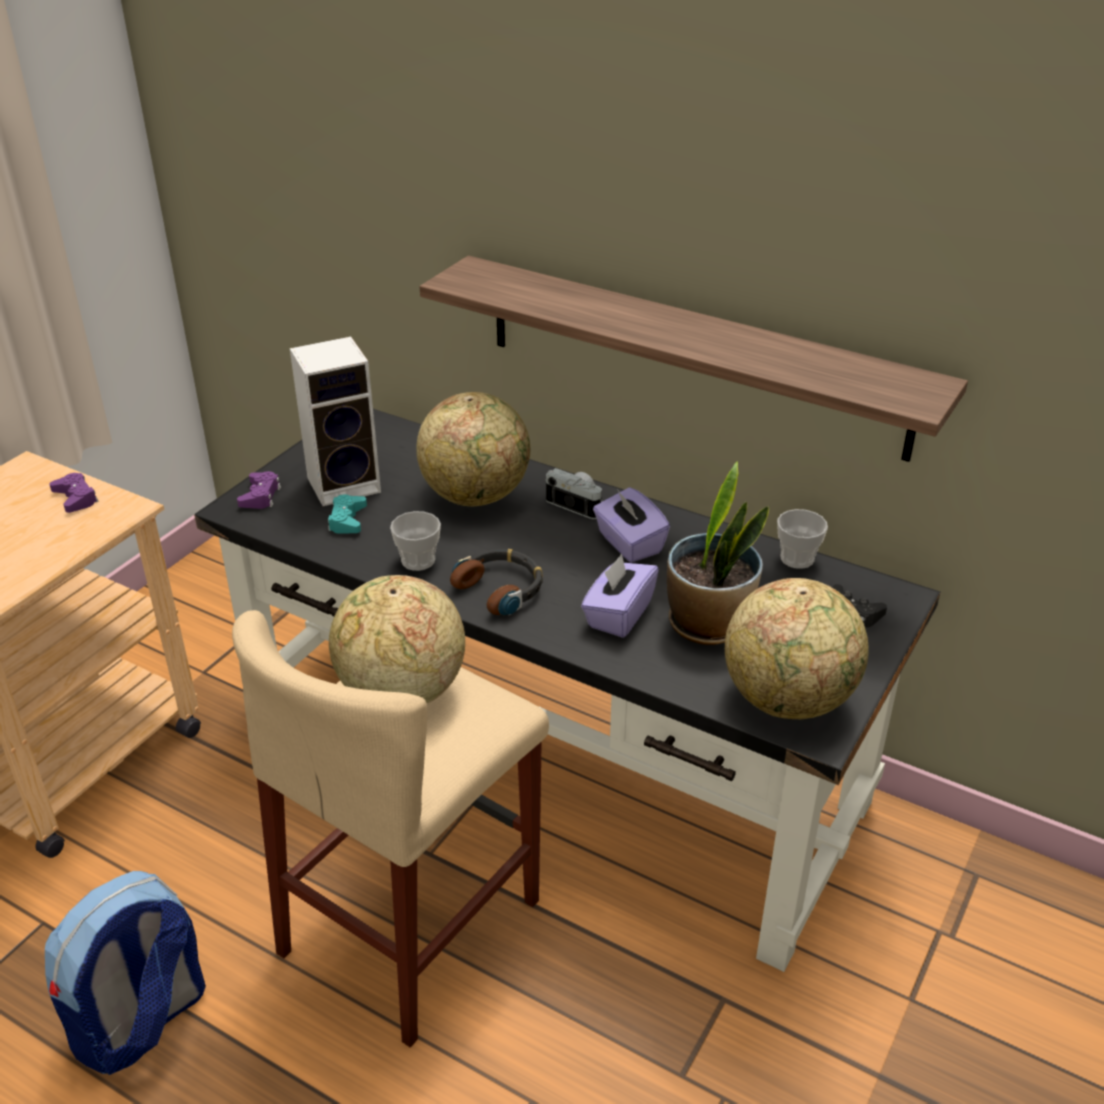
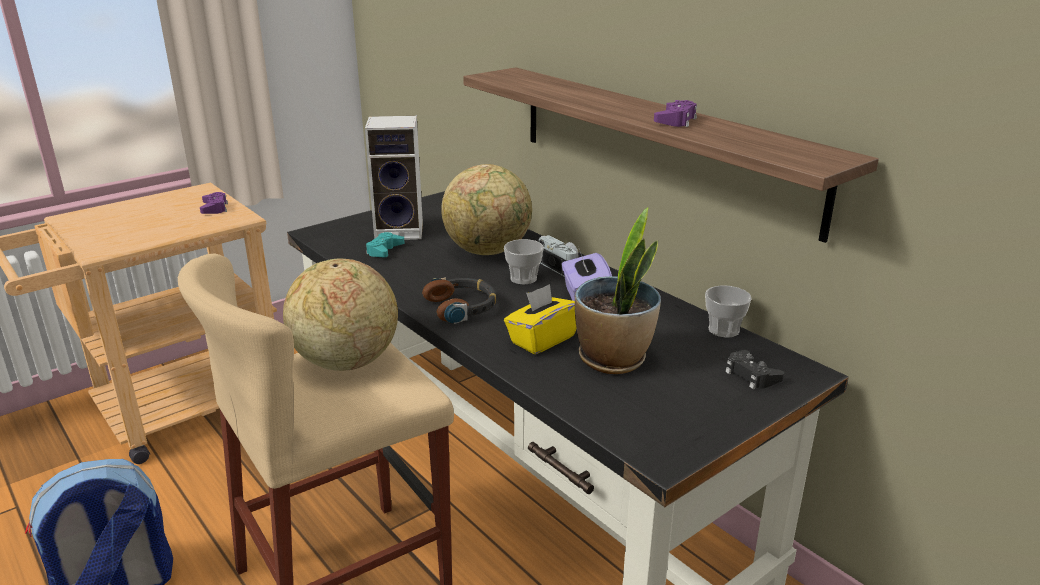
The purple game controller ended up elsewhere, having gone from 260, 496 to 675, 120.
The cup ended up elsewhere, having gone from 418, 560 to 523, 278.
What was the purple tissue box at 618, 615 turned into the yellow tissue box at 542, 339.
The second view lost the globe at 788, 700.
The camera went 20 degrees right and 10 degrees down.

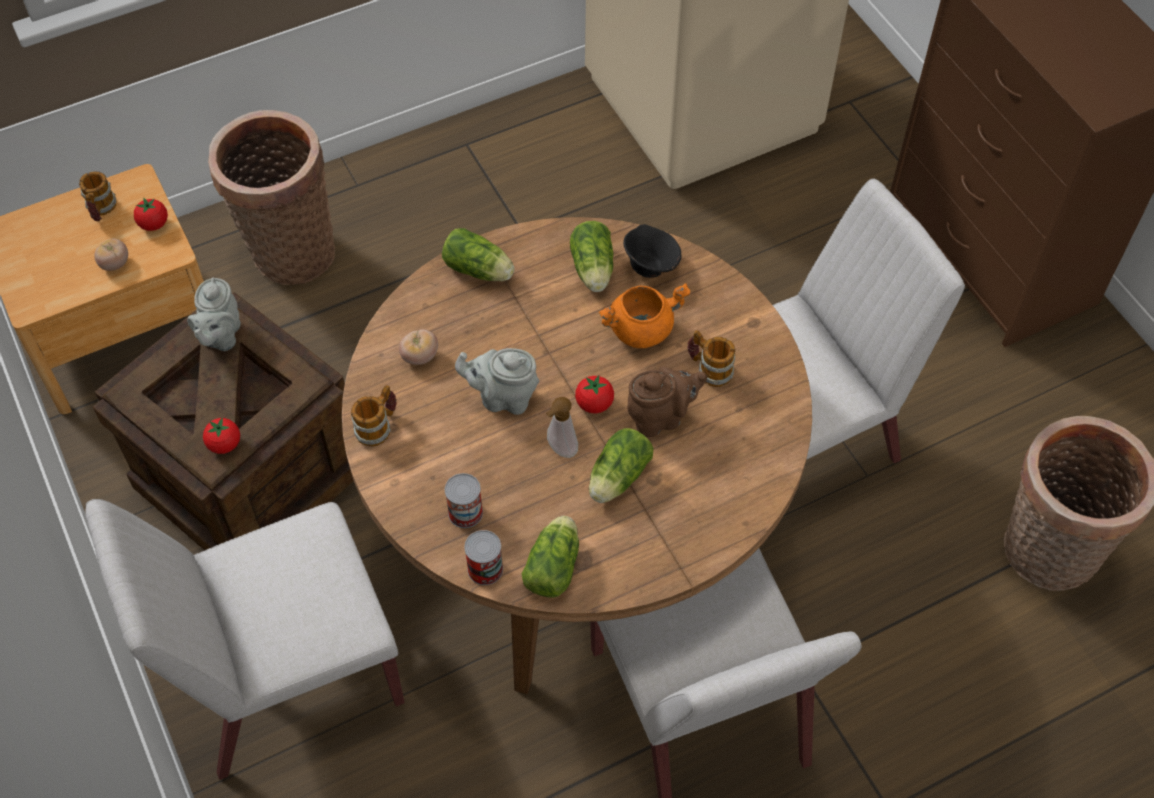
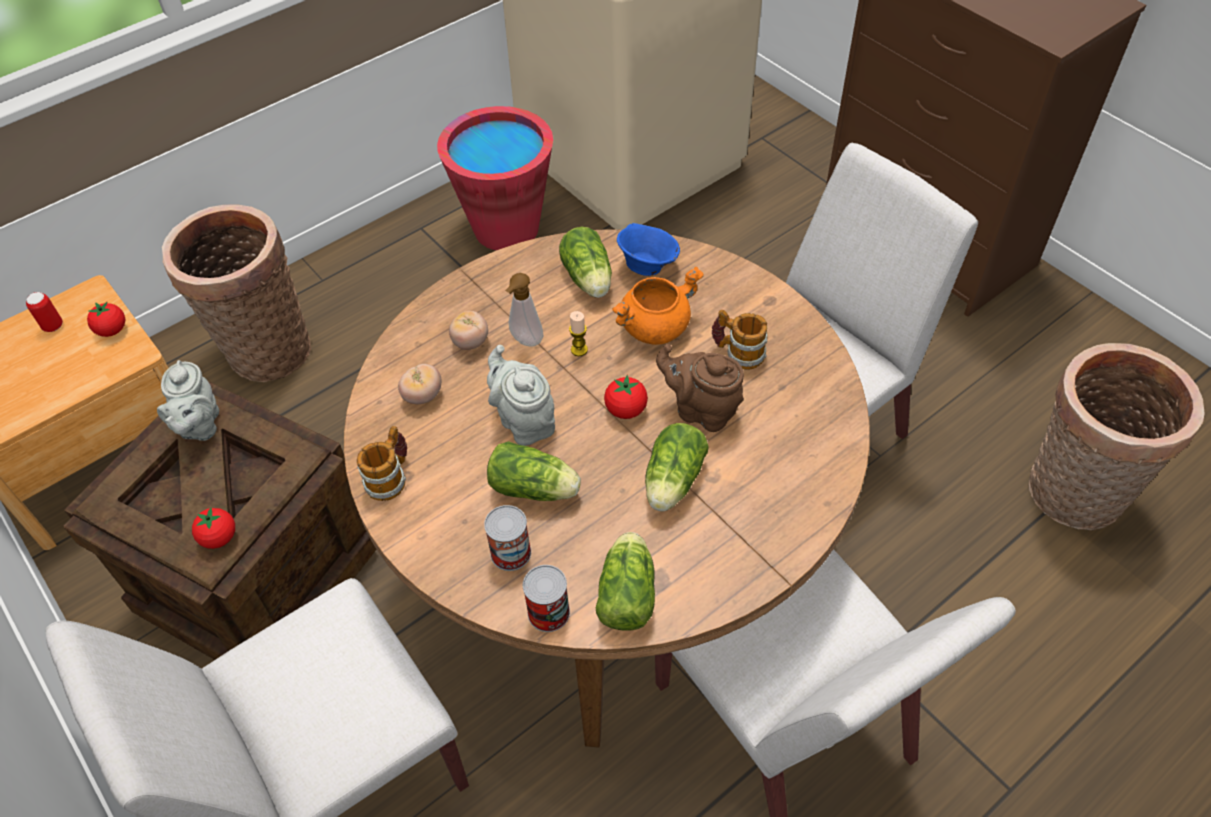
Where the mug stood at 101, 210, the can came to stand at 53, 326.
What was the black bowl at 650, 265 turned into the blue bowl at 647, 265.
The lettuce ended up elsewhere, having gone from 480, 270 to 536, 489.
The tomato ended up elsewhere, having gone from 115, 264 to 470, 342.
The grey teapot at 503, 397 ended up facing another way, 60 degrees clockwise from before.
The brown teapot at 661, 417 ended up facing another way, 120 degrees counterclockwise from before.
The soap dispenser ended up elsewhere, having gone from 560, 450 to 525, 341.
The second view gained the red bucket at 506, 228.
The second view gained the candle at 579, 350.
The camera went 10 degrees left and 5 degrees down.

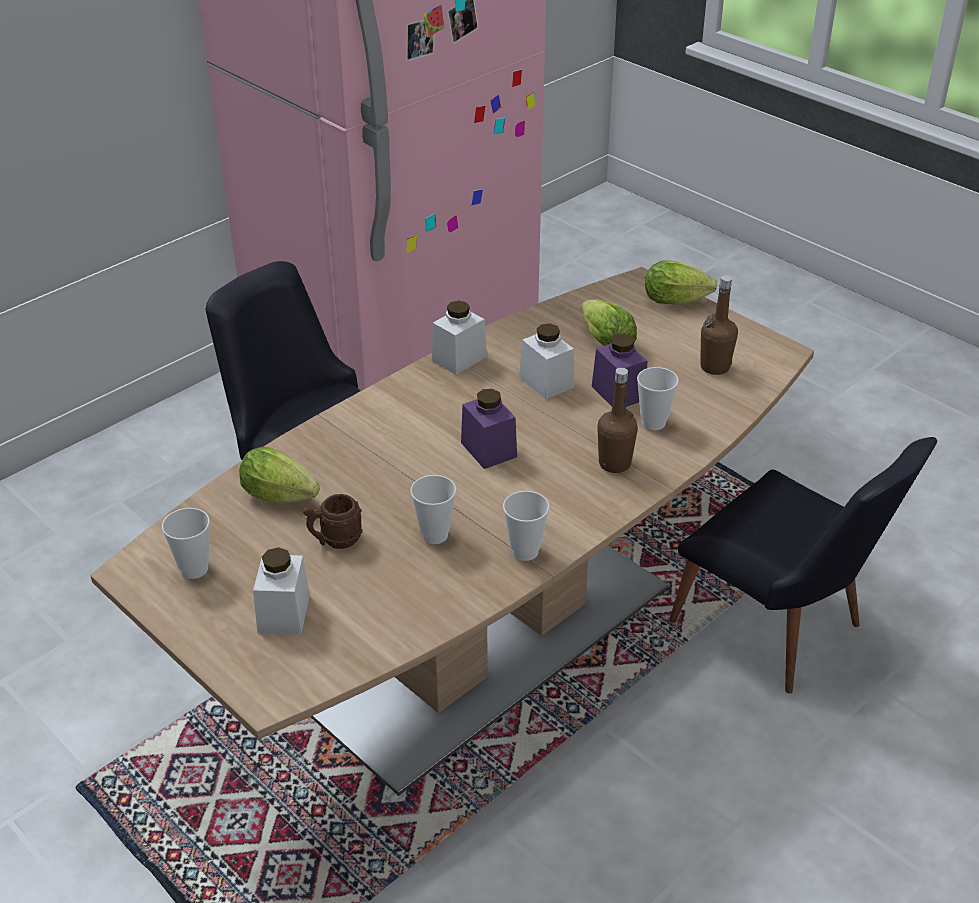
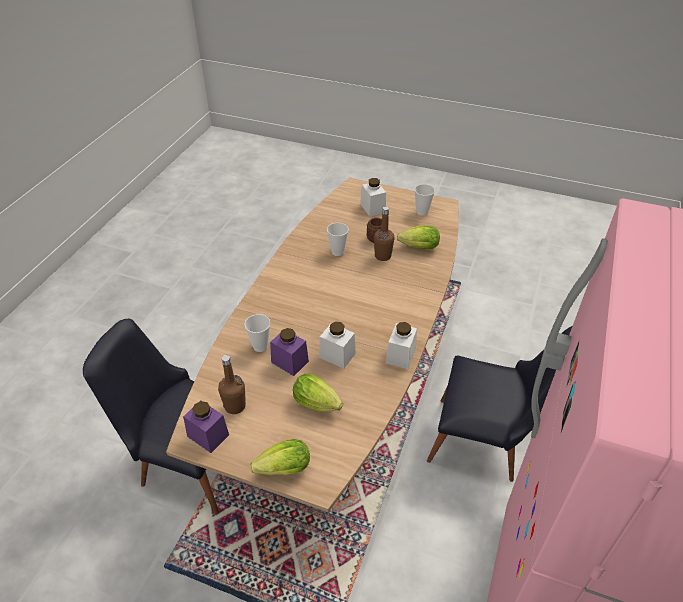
The brown bottle ended up elsewhere, having gone from 614, 463 to 383, 256.
The purple jar ended up elsewhere, having gone from 488, 450 to 208, 435.
The second view lost the cup at 525, 551.
The camera went 155 degrees right and 5 degrees up.

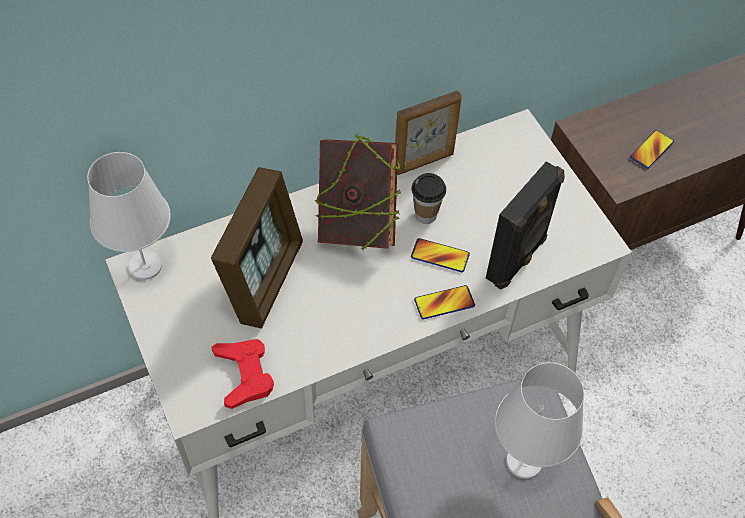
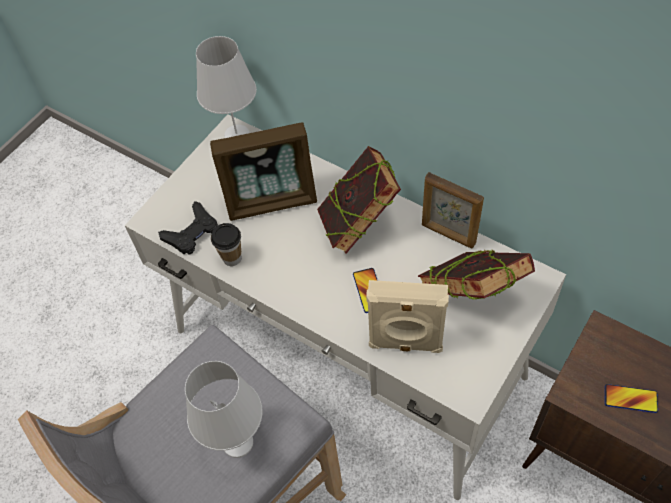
What was the black speaker at 517, 259 turned into the beige speaker at 405, 343.
The cup ended up elsewhere, having gone from 425, 215 to 232, 258.
The second view lost the phone at 444, 303.
What was the red game controller at 244, 374 turned into the black game controller at 192, 233.
The second view gained the book at 471, 297.
The camera went 65 degrees right and 0 degrees up.

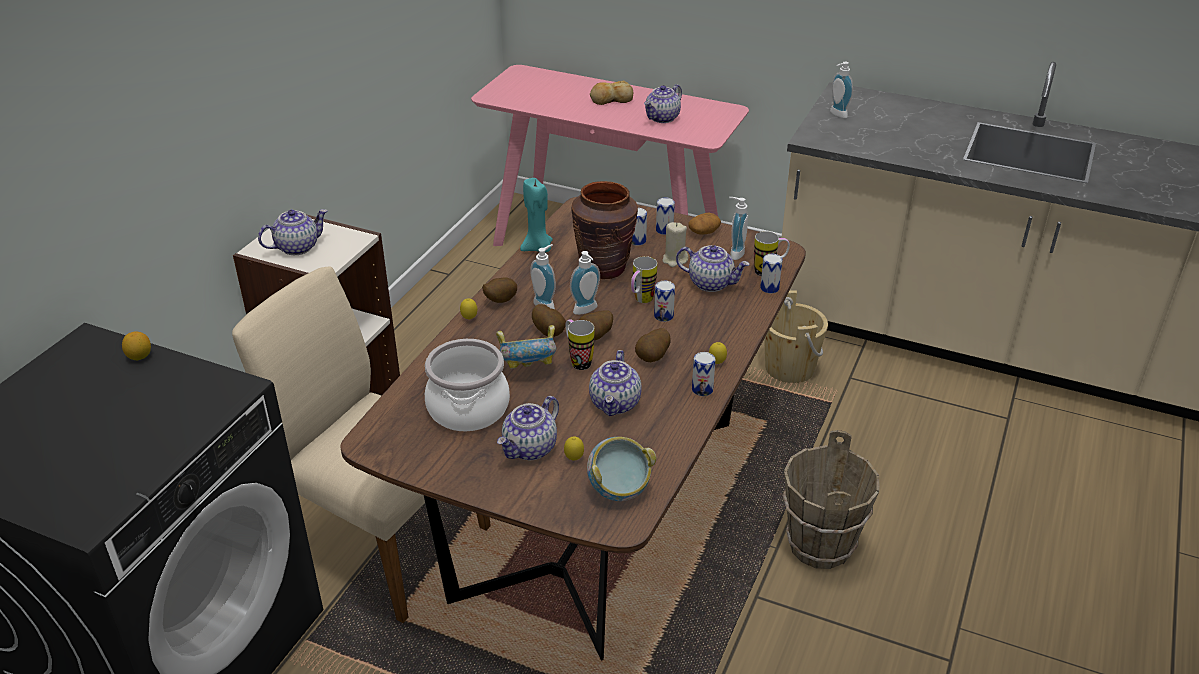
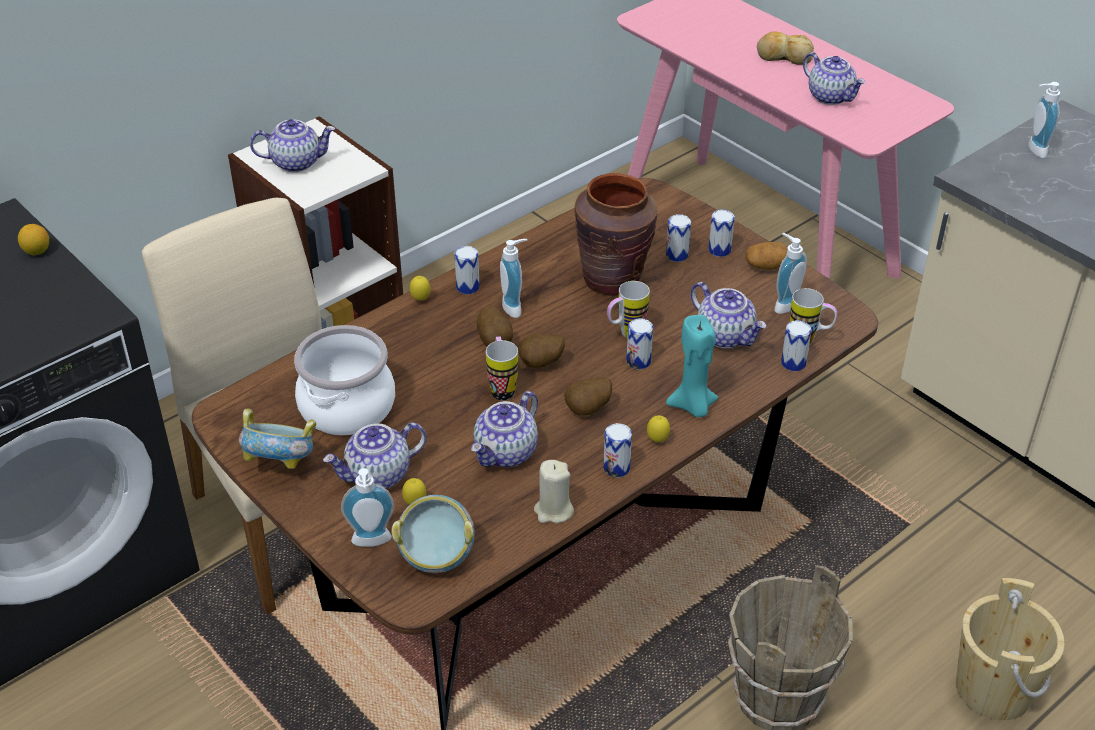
The teapot at 662, 118 ended up facing another way, 105 degrees counterclockwise from before.
The turquoise candle ended up elsewhere, having gone from 538, 248 to 693, 406.
The beige candle ended up elsewhere, having gone from 674, 260 to 553, 510.
The soap dispenser ended up elsewhere, having gone from 587, 311 to 372, 543.
Where the potato stood at 499, 301, the can came to stand at 468, 287.
The beige bucket ended up elsewhere, having gone from 789, 368 to 994, 688.
The bowl ended up elsewhere, having gone from 528, 369 to 281, 464.
The camera went 25 degrees right and 5 degrees up.

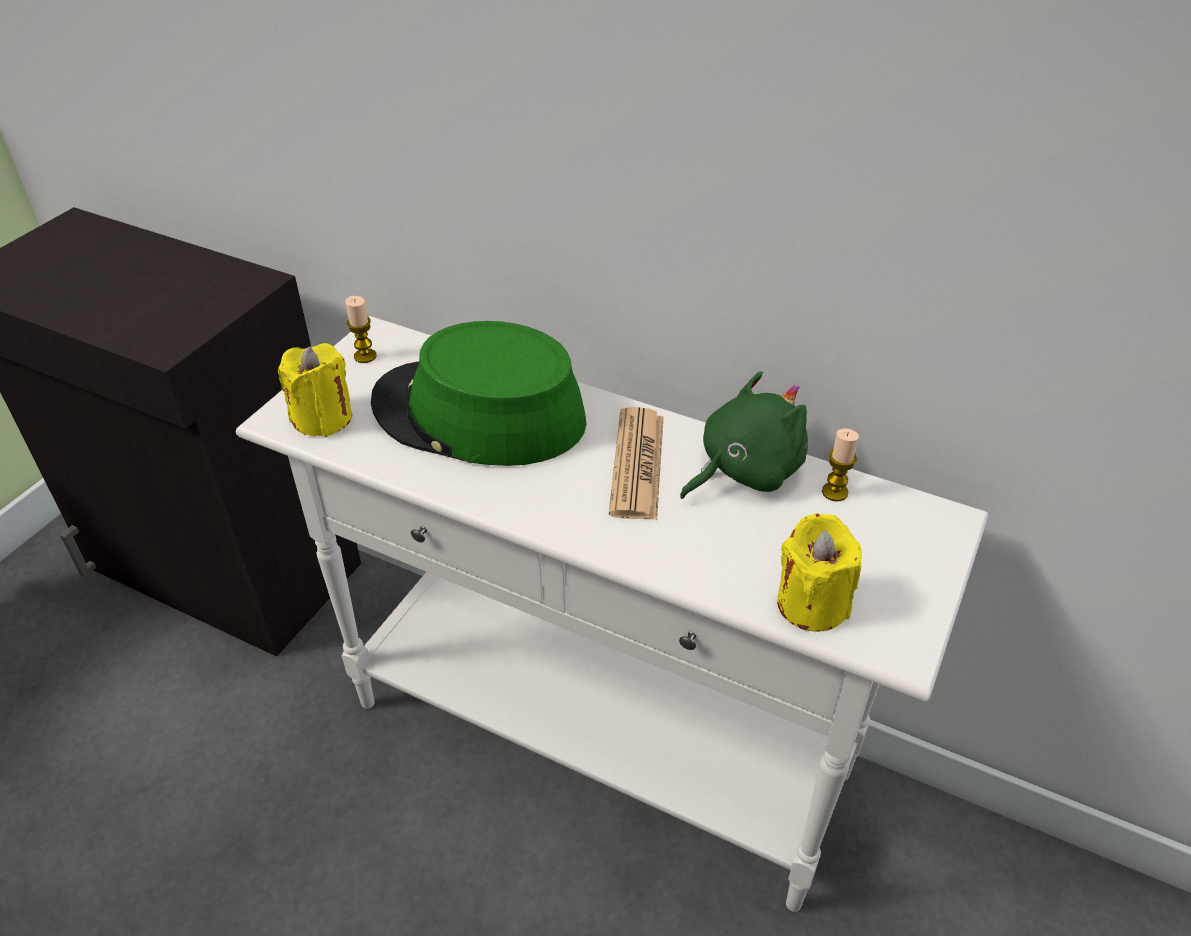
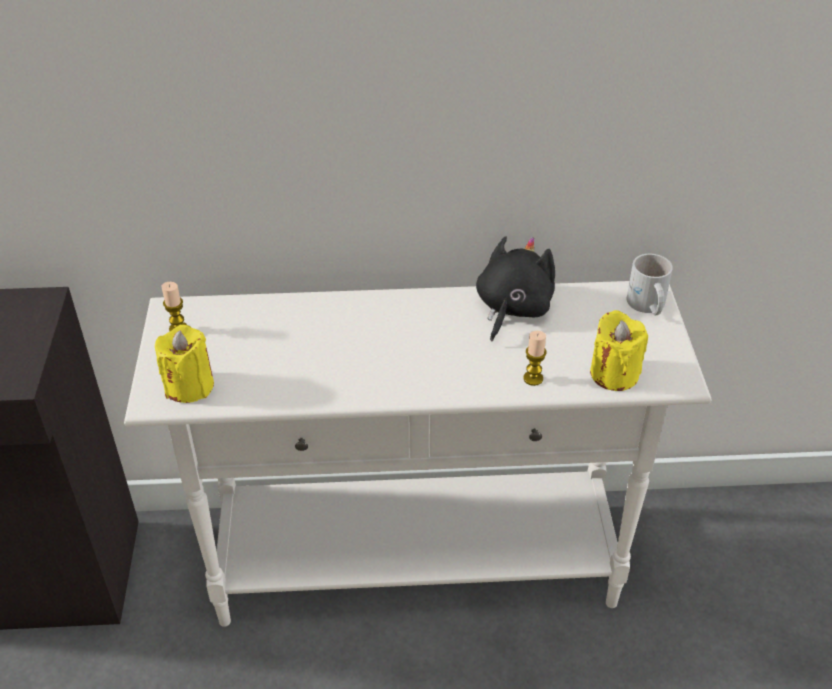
The second view lost the green hat at 478, 414.
What was the green plush toy at 744, 470 turned into the black plush toy at 512, 308.
The second view lost the newspaper at 637, 464.
The candle ended up elsewhere, having gone from 834, 492 to 533, 378.
The second view gained the white mug at 646, 305.
The camera went 30 degrees left and 0 degrees up.

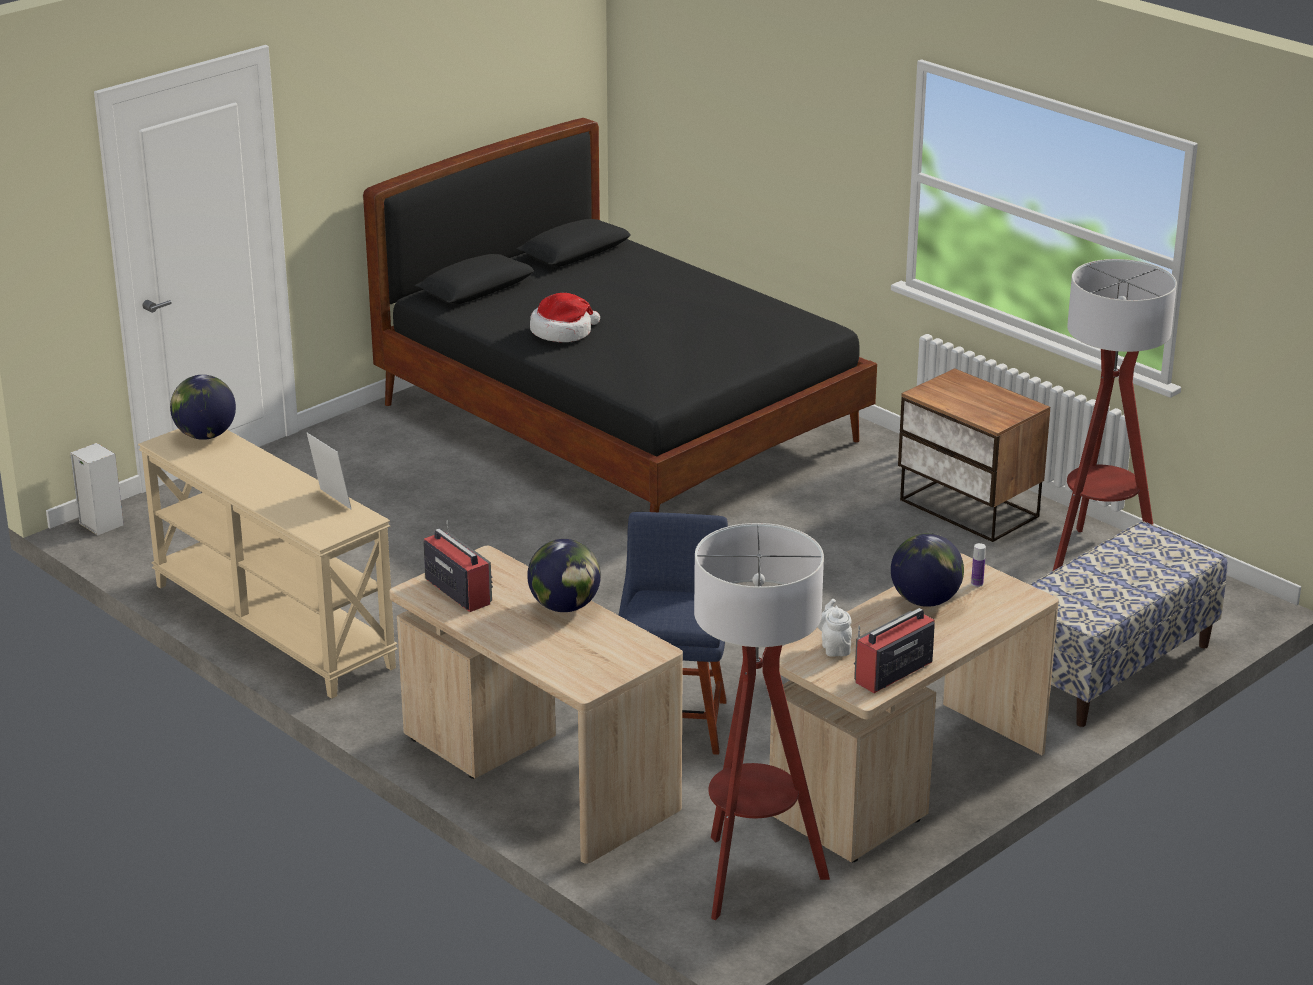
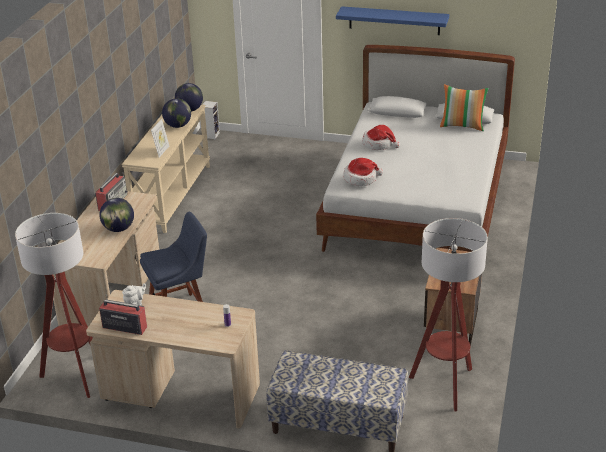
What was the black bed at 621, 424 turned into the white bed at 418, 205.
The globe ended up elsewhere, having gone from 925, 601 to 178, 126.
The second view gained the blue shelf at 394, 20.
The second view gained the pillow at 462, 126.
The second view gained the hat at 361, 178.
The camera went 60 degrees right and 5 degrees up.

